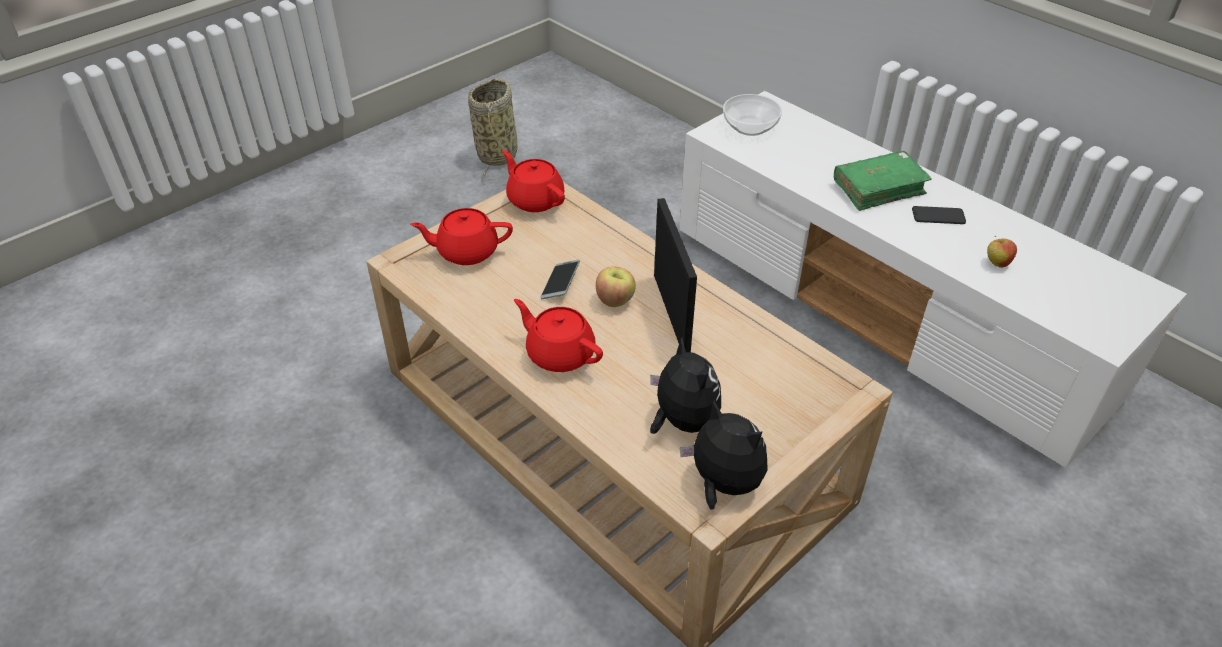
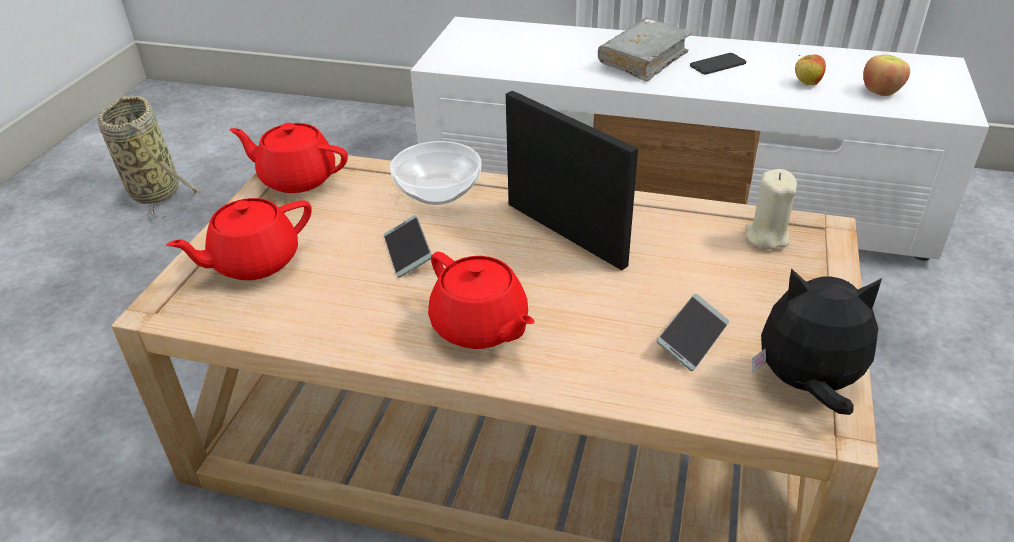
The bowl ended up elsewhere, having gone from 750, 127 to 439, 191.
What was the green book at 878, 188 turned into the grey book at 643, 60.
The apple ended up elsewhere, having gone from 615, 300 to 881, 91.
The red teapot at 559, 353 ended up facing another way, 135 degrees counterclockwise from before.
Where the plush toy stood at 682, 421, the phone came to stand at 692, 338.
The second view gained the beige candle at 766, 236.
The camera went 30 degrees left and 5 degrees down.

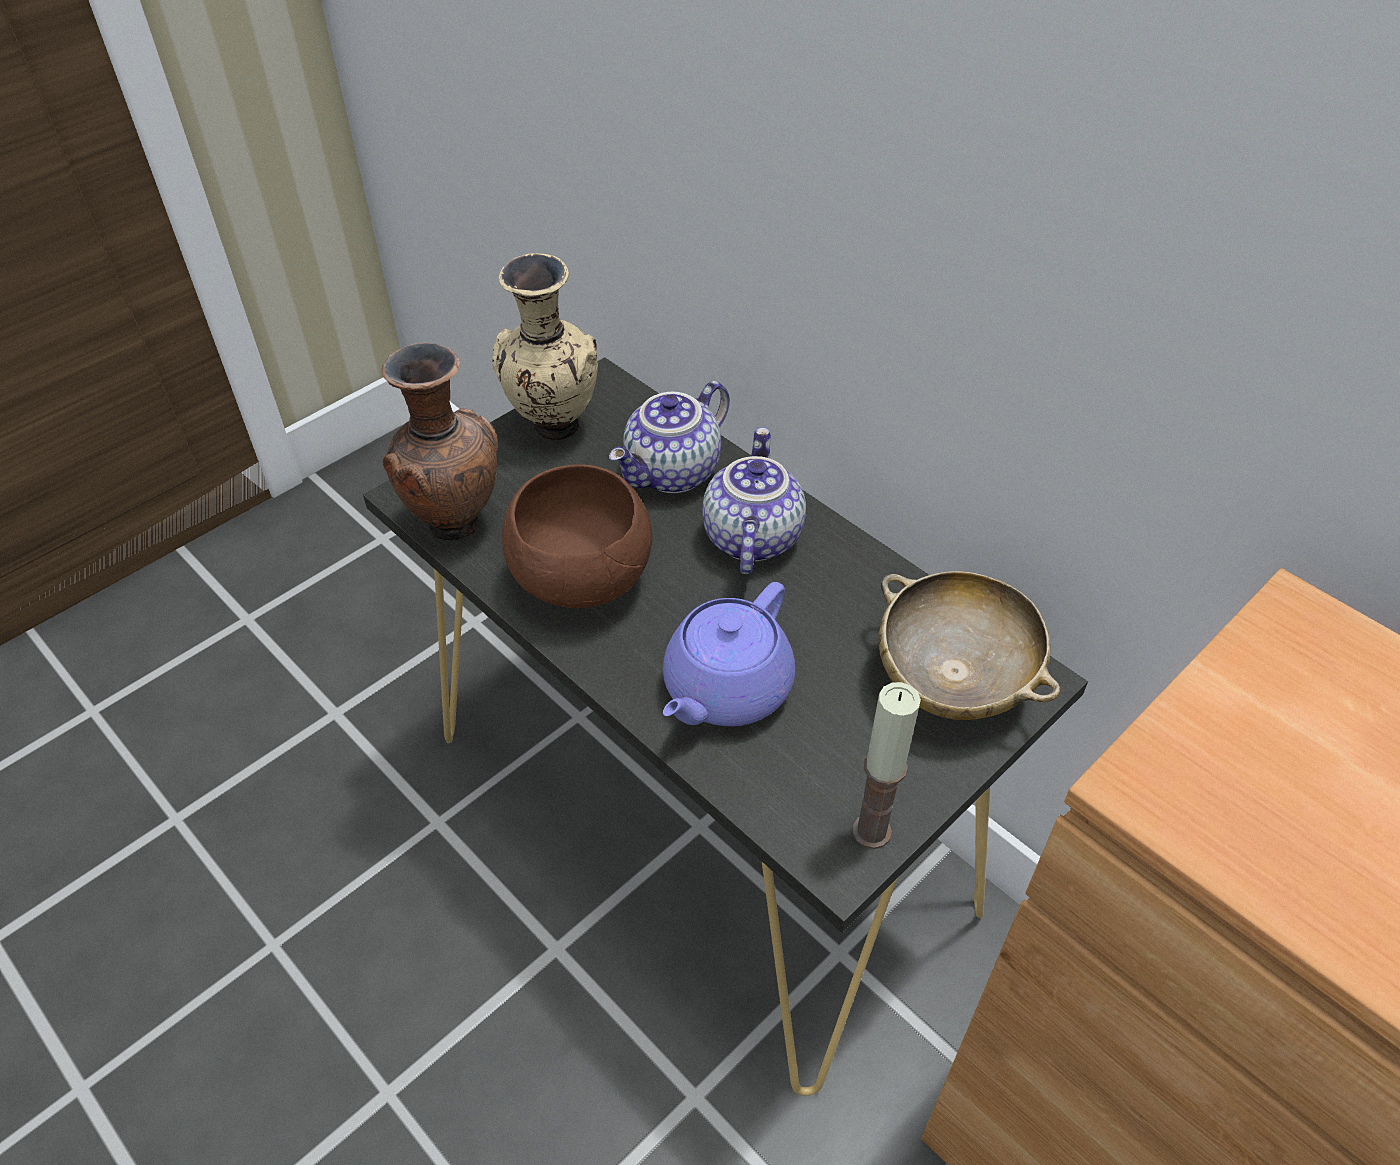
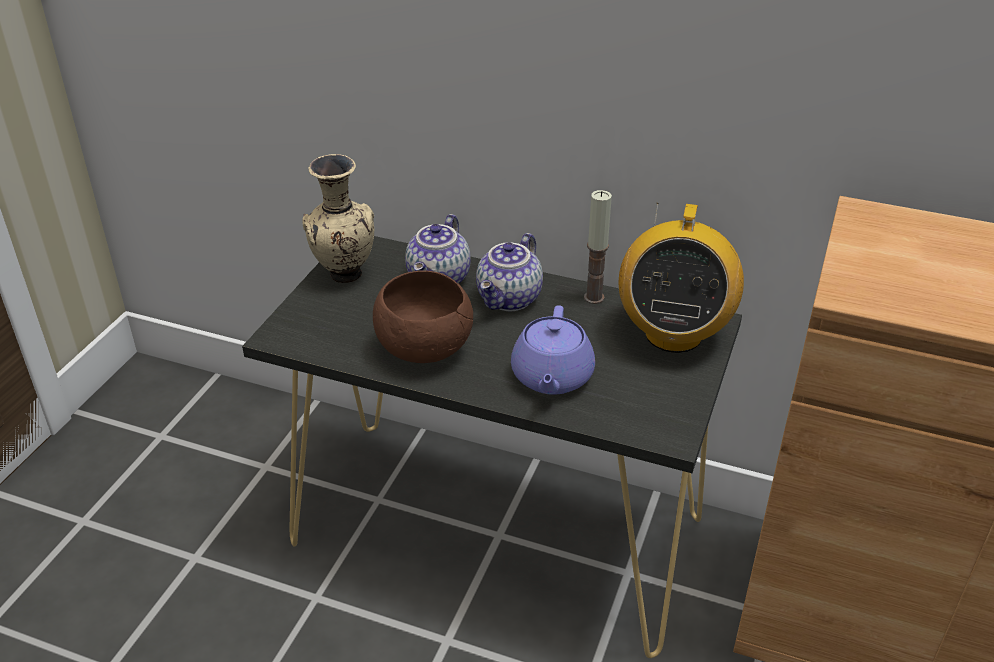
The second view lost the brown vase at 454, 522.
The teapot at 750, 537 ended up facing another way, 135 degrees counterclockwise from before.
Where the beige bowl stood at 954, 678, the radio came to stand at 673, 334.
The candle ended up elsewhere, having gone from 871, 831 to 594, 298.
The camera went 25 degrees left and 10 degrees down.

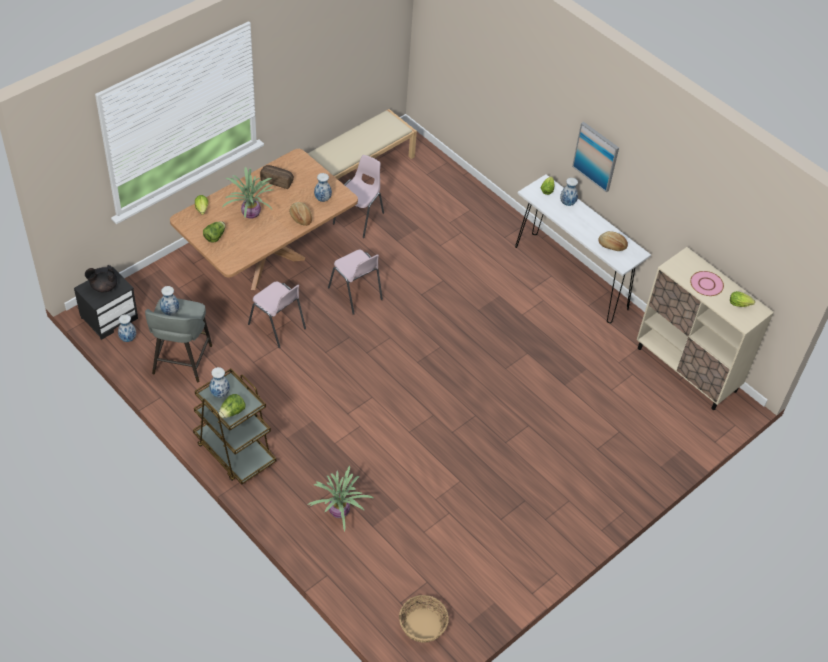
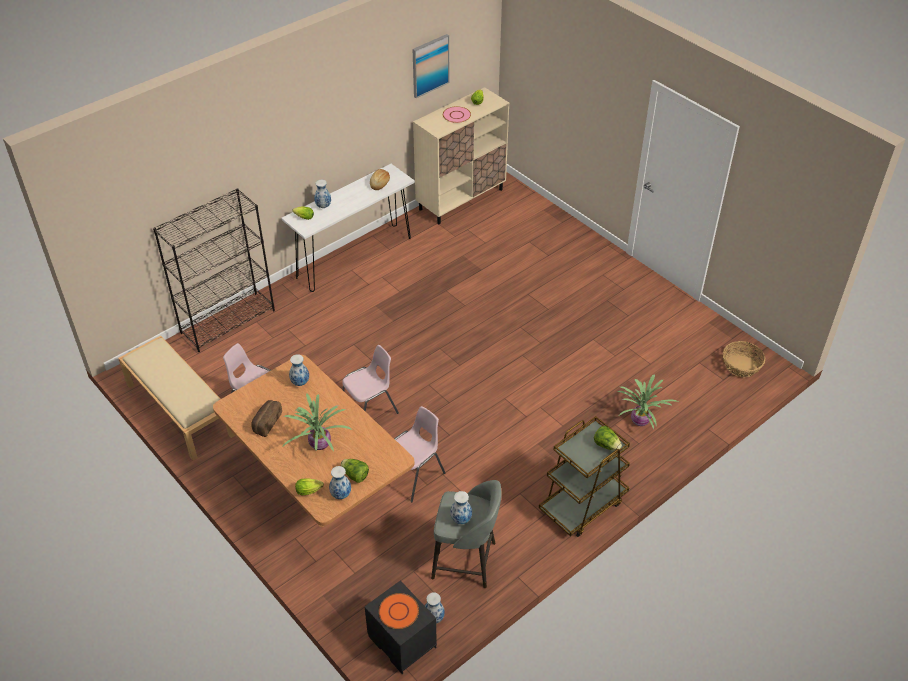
The picture ended up elsewhere, having gone from 596, 156 to 430, 65.
The second view lost the bread at 300, 217.
Where the black teapot stood at 103, 286, the orange plate came to stand at 398, 612.
The vase ended up elsewhere, having gone from 220, 393 to 341, 494.
The second view gained the black bookcase at 228, 321.
The camera went 85 degrees left and 5 degrees down.

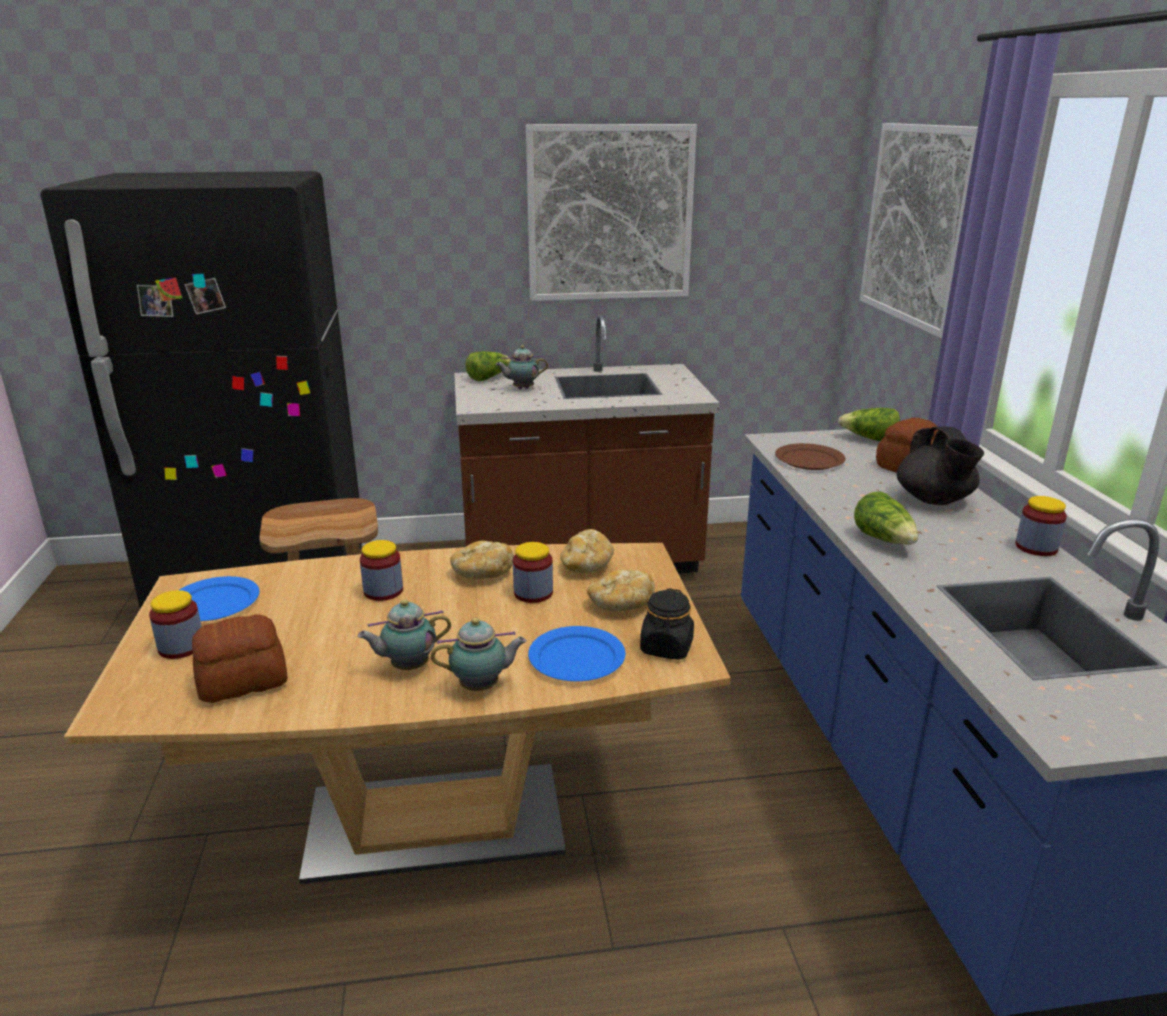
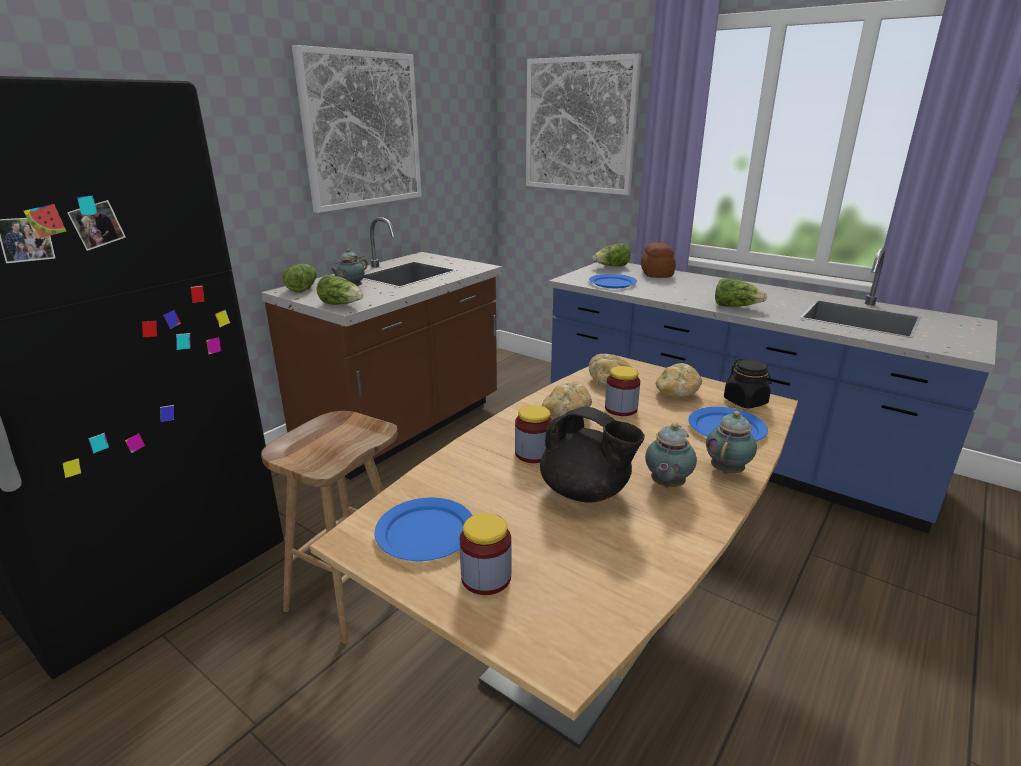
The black teapot ended up elsewhere, having gone from 934, 500 to 586, 492.
What was the brown plate at 810, 460 turned into the blue plate at 613, 283.
The second view lost the jar at 1036, 547.
The second view lost the bread at 242, 681.
The second view gained the lettuce at 341, 305.
The camera went 45 degrees left and 0 degrees up.

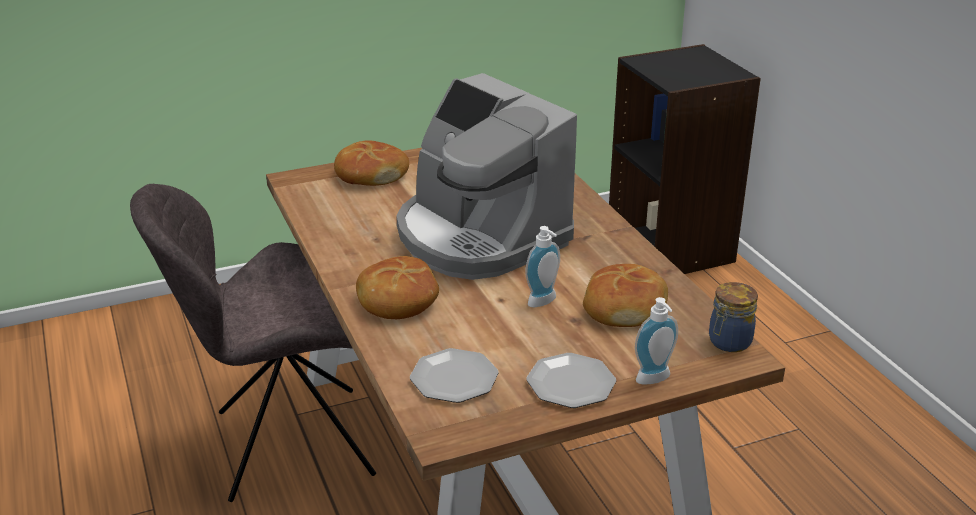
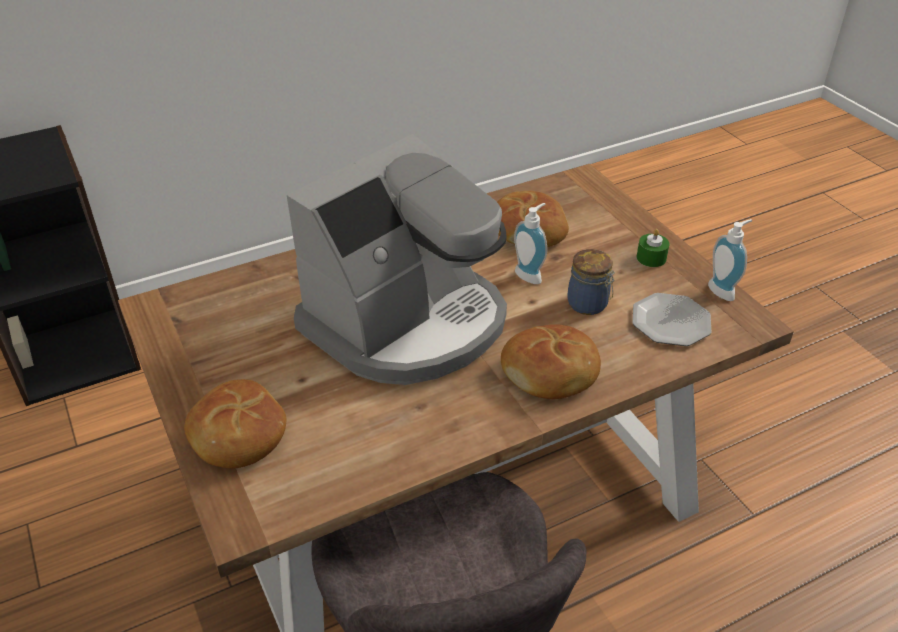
The jar ended up elsewhere, having gone from 728, 342 to 589, 304.
The soap dispenser ended up elsewhere, having gone from 655, 380 to 724, 290.
Where the plate stood at 570, 383, the green candle came to stand at 651, 258.
The camera went 95 degrees left and 10 degrees up.

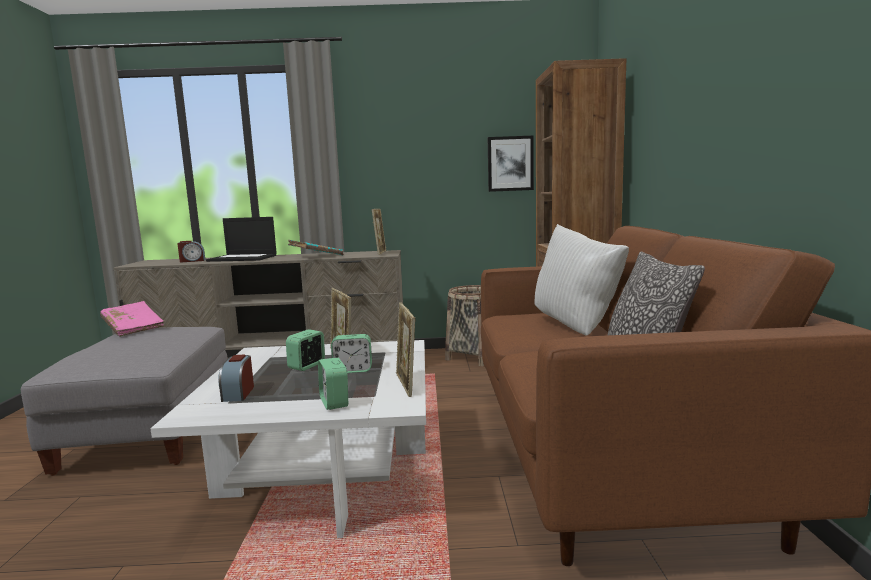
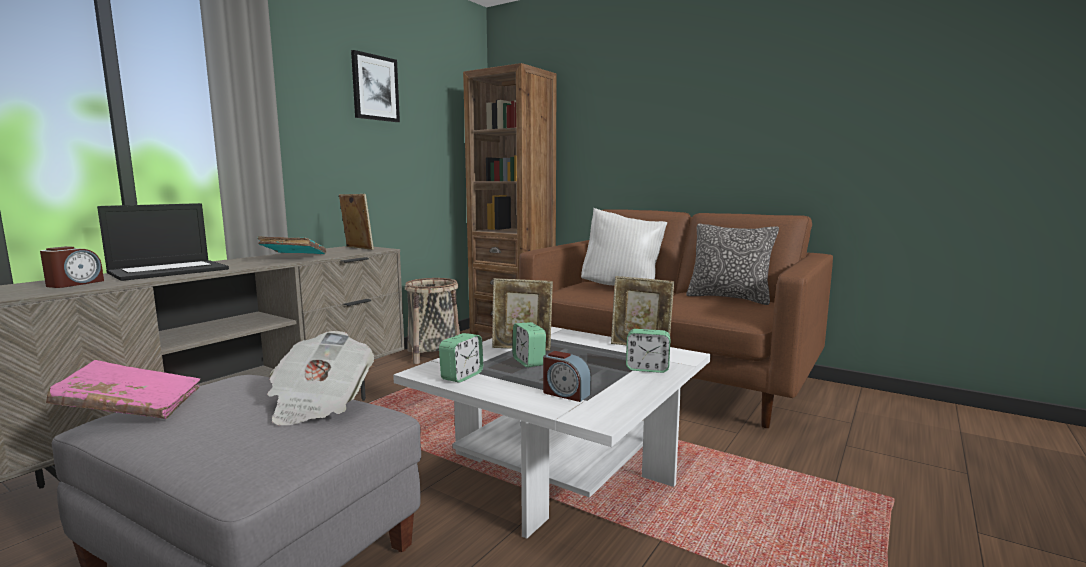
The picture ended up elsewhere, having gone from 510, 164 to 375, 88.
The alarm clock ended up elsewhere, having gone from 353, 370 to 462, 376.
The second view gained the newspaper at 319, 403.
The camera went 55 degrees left and 0 degrees up.

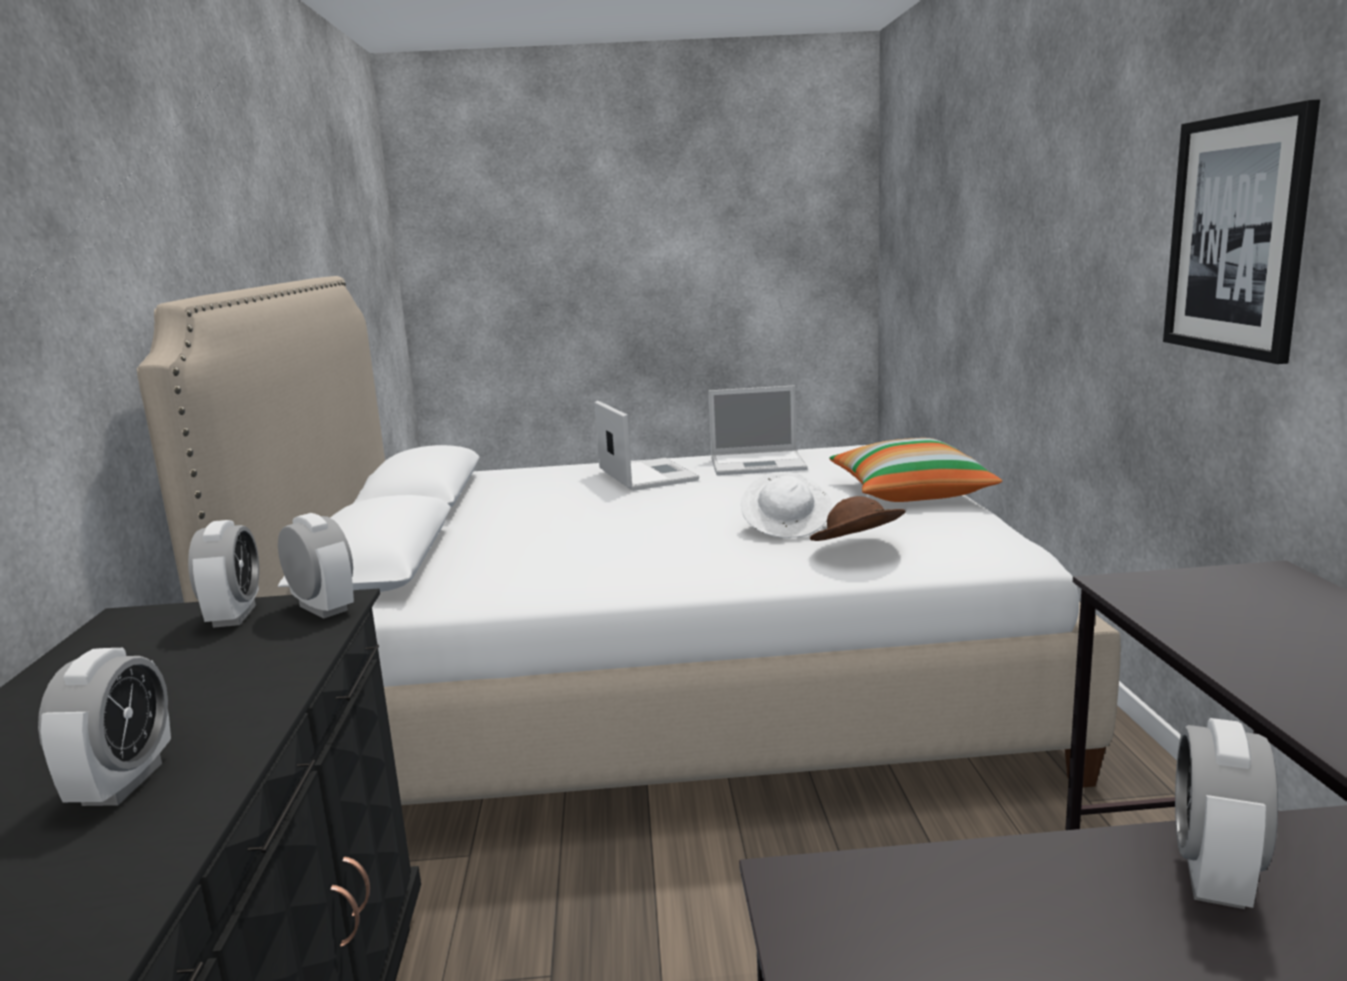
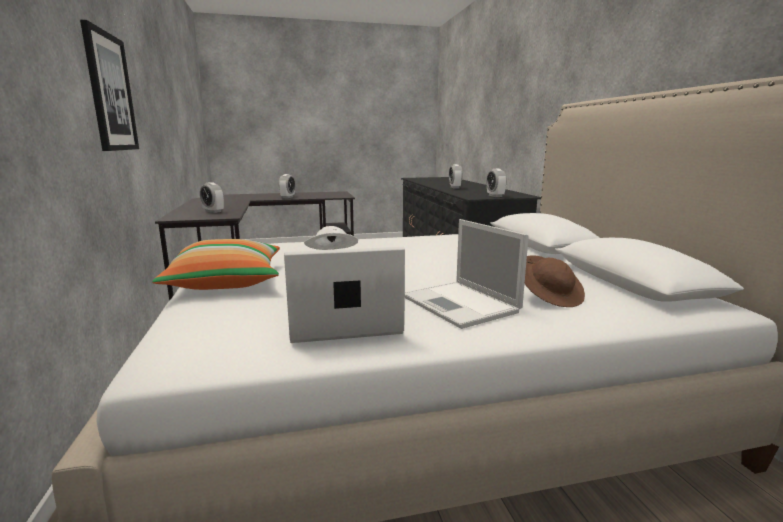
The brown hat ended up elsewhere, having gone from 857, 549 to 549, 297.
The alarm clock ended up elsewhere, having gone from 323, 608 to 213, 211.
The camera went 170 degrees right and 0 degrees up.

